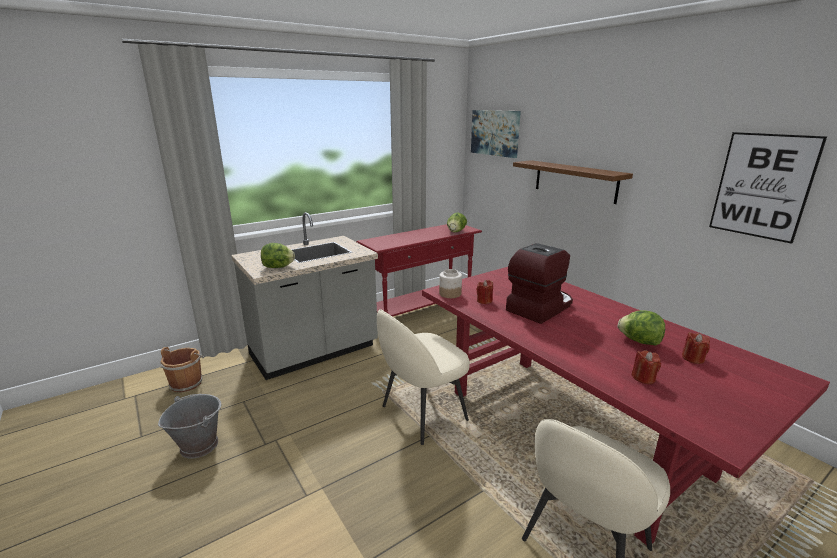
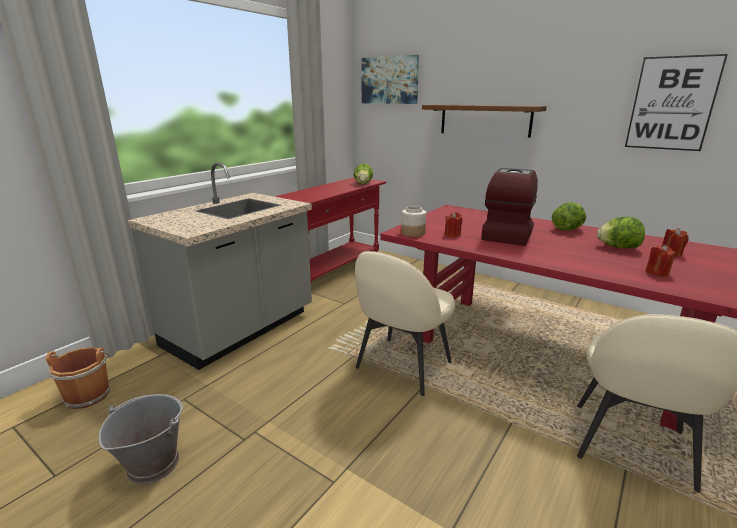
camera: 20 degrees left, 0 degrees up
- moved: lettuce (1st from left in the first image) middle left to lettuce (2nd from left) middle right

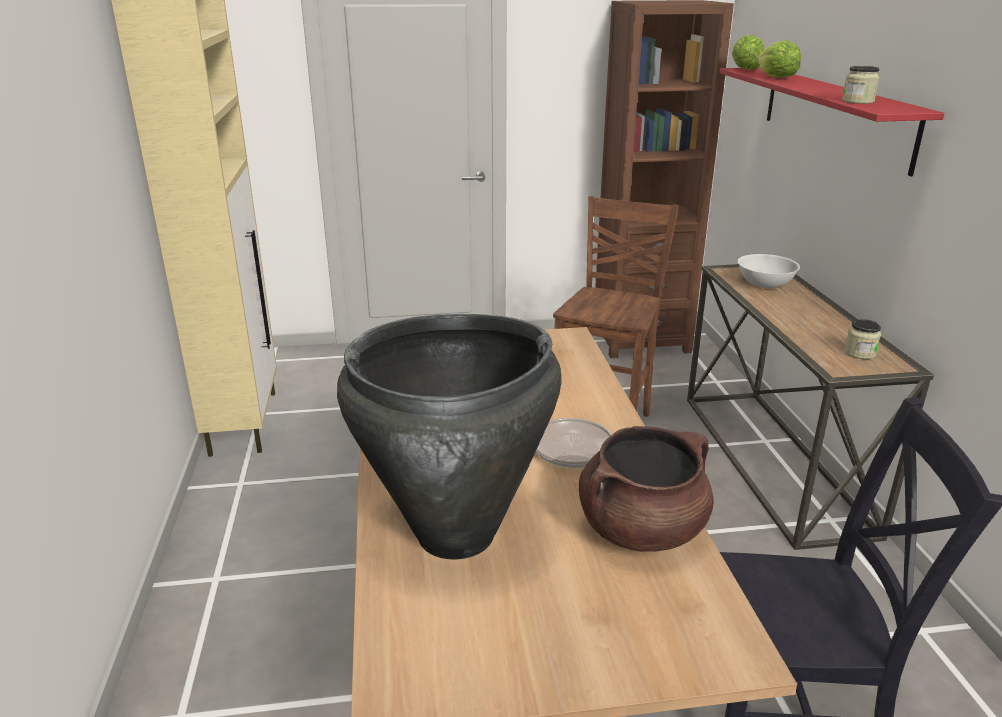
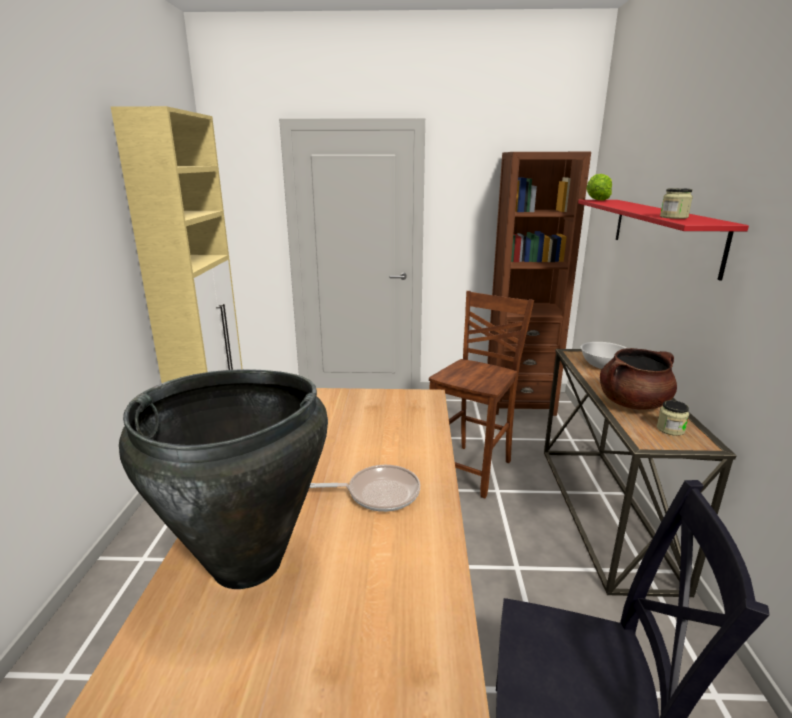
camera: 10 degrees right, 5 degrees down
- removed: lettuce (2nd from left) top right
- moved: stockpot (brown) bottom centre to middle right

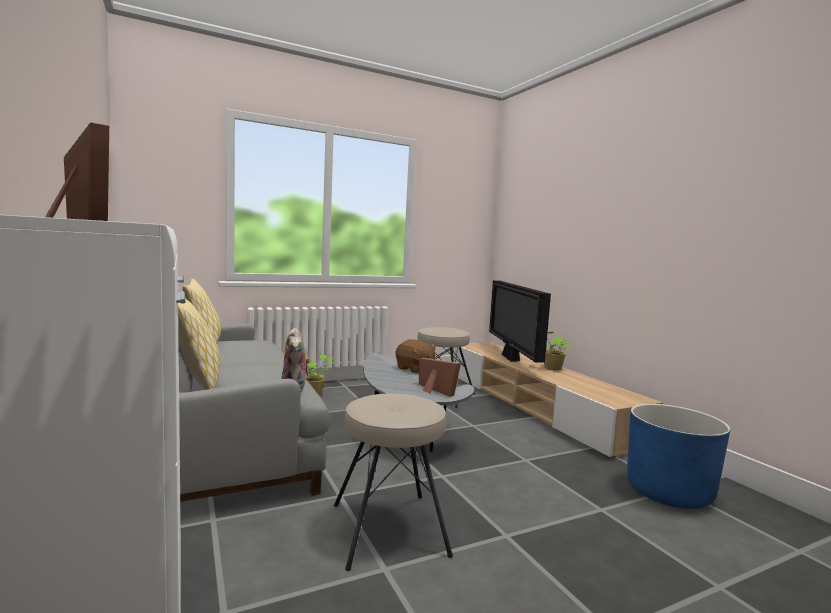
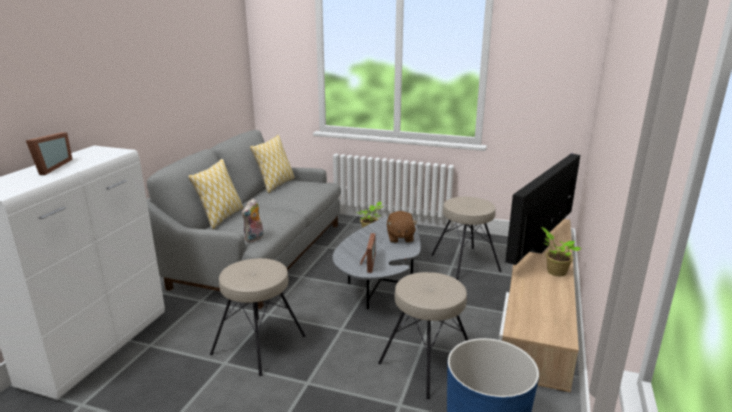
camera: 45 degrees right, 15 degrees up
- added: sitting stool (sand-coloured) (2nd from left) bottom centre

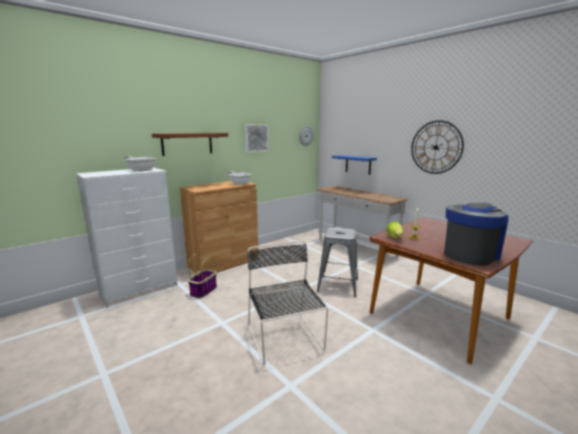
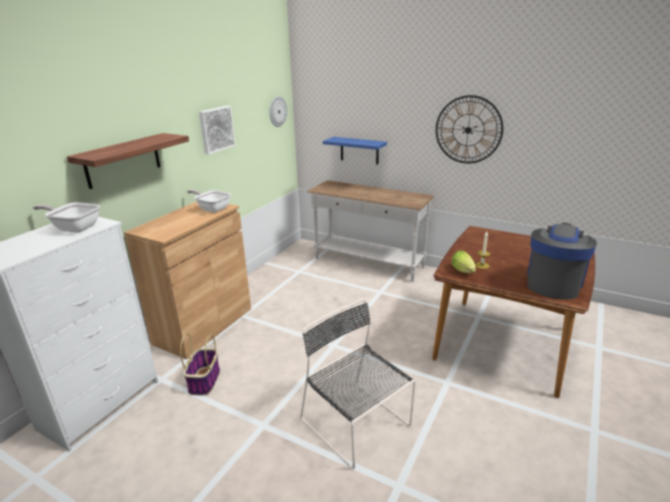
camera: 20 degrees left, 10 degrees up
- removed: sitting stool (gray) centre

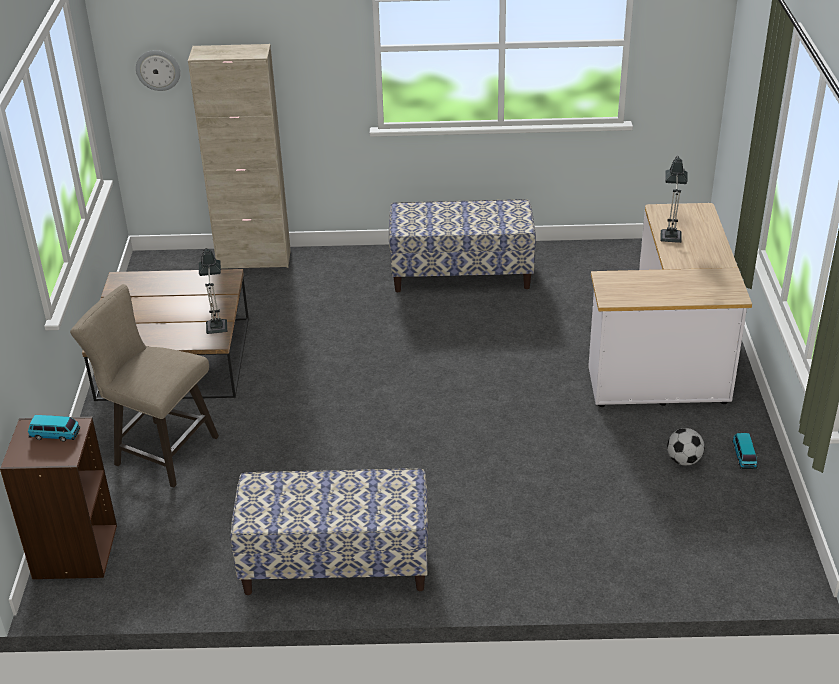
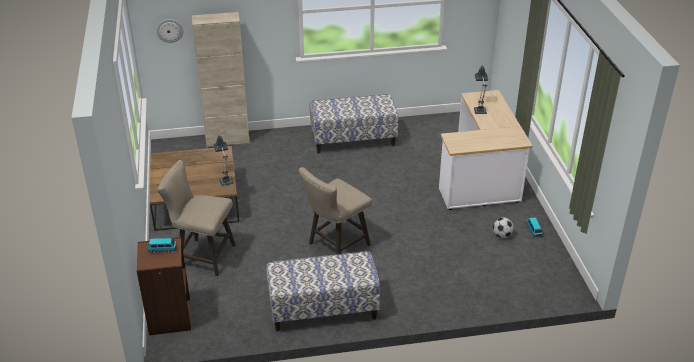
camera: 10 degrees left, 0 degrees up
- added: sitting stool (sand-coloured) (2nd from left) centre

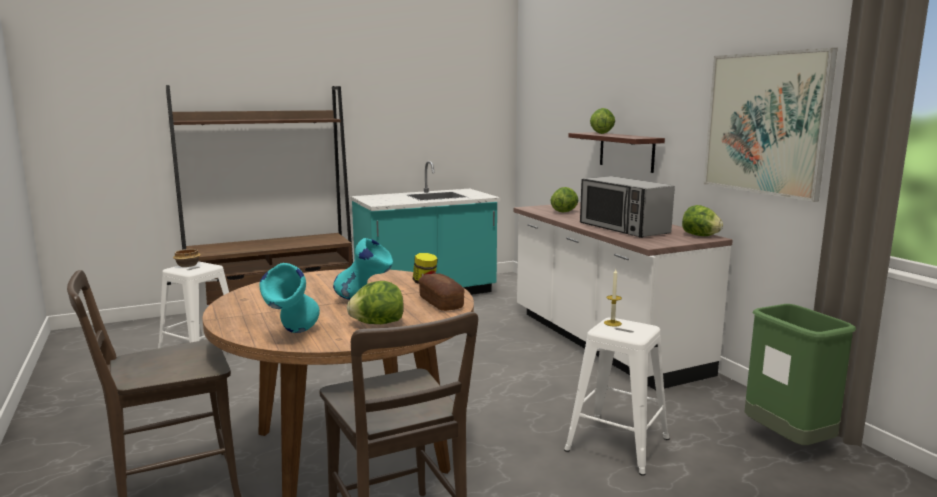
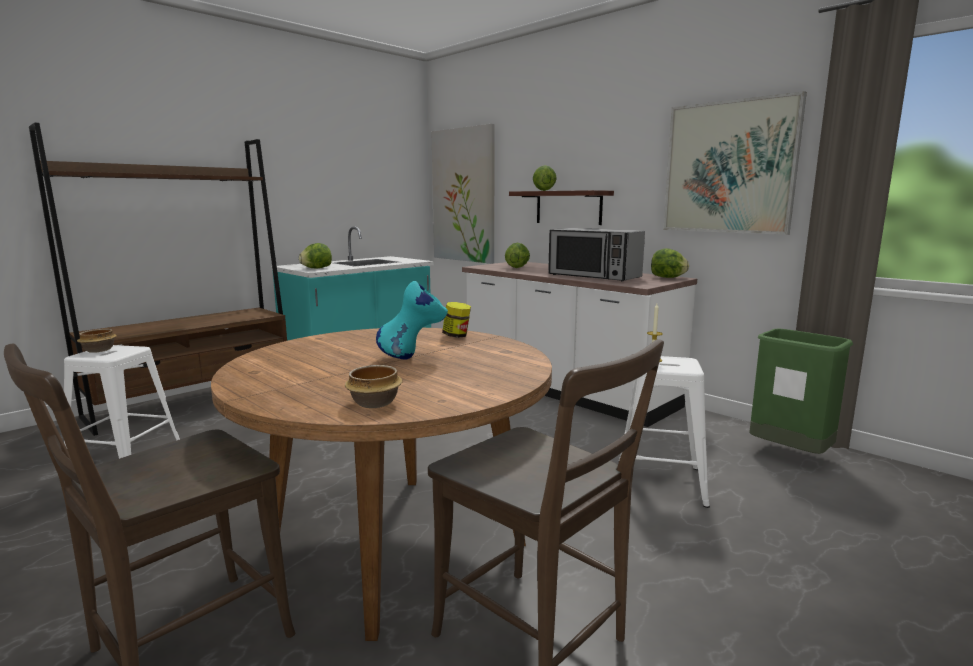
camera: 20 degrees left, 0 degrees up
- removed: bread centre
- added: wall art (1st from left) top centre
- moved: lettuce (1st from left) centre to middle left
- replaced: flower vase (turquoise) (1st from left) middle left to deep dish (2nd from left) centre

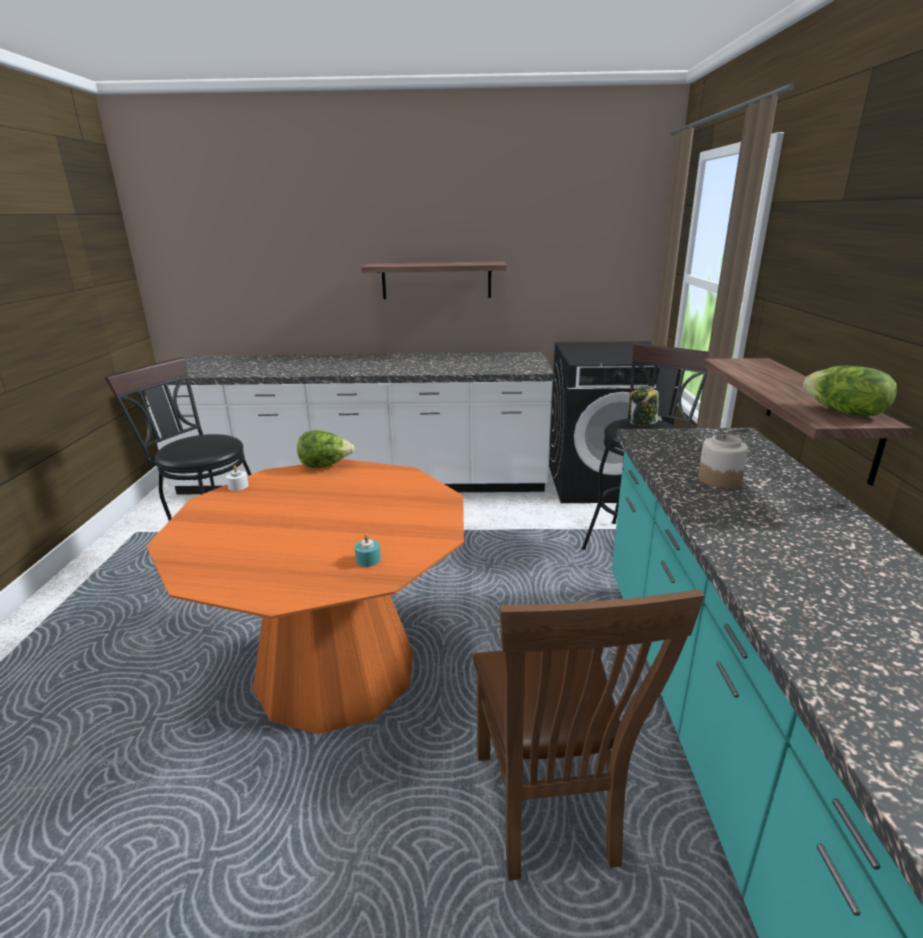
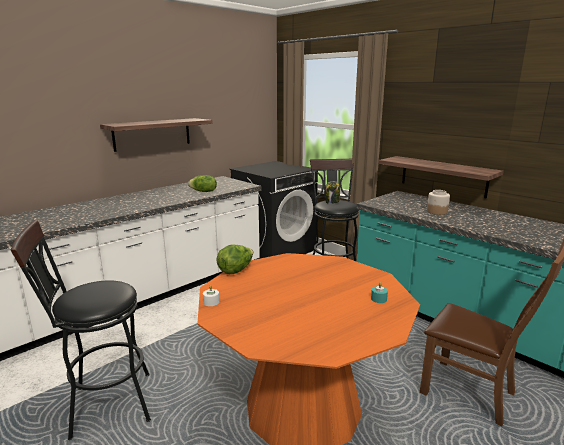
camera: 45 degrees left, 5 degrees down
- moved: lettuce (2nd from left in the first image) middle right to lettuce (1st from left) centre

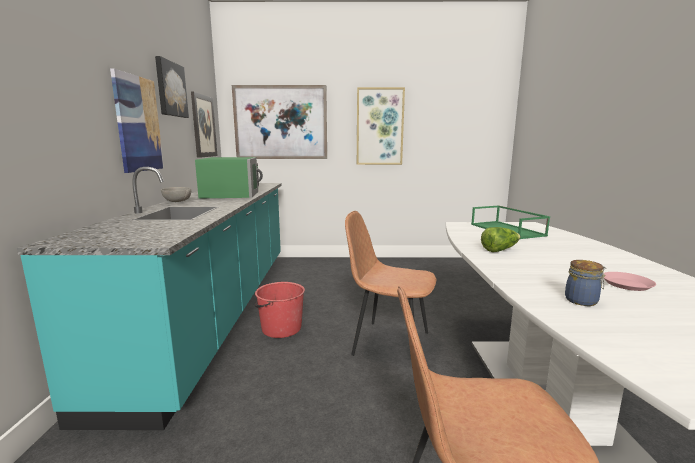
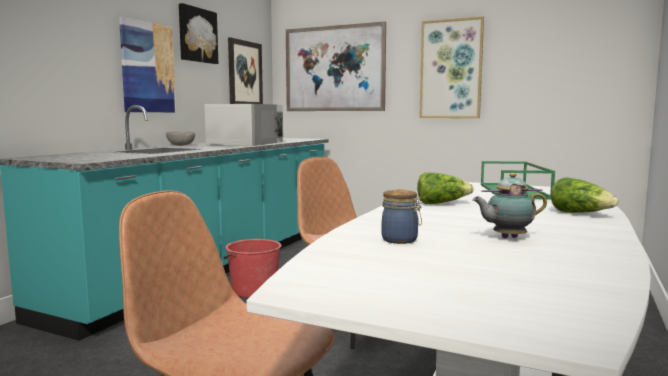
camera: 25 degrees right, 5 degrees down
- added: lettuce (2nd from left) middle right
- replaced: flat dish (pink) middle right to teapot middle right
- recoloured: microwave oven (green) middle left to microwave oven (white) top centre

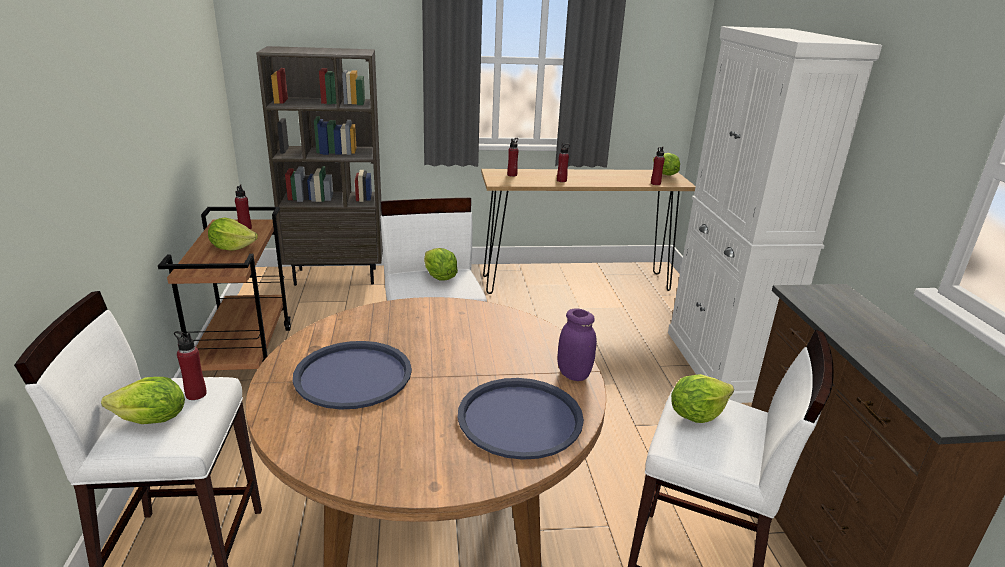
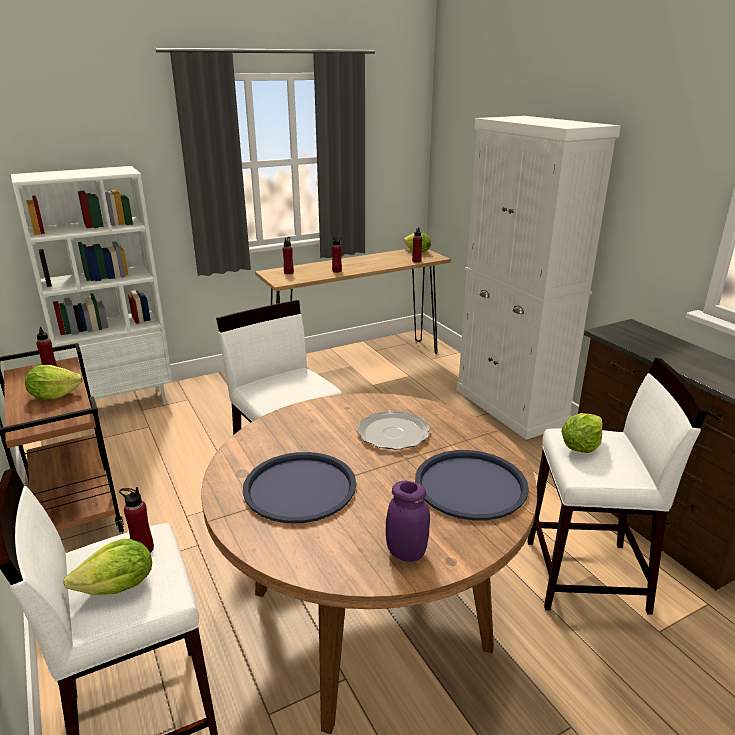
camera: 20 degrees left, 0 degrees up
- removed: lettuce (3rd from left) centre
- added: flat dish centre
- moved: jar (purple-coloured) centre to bottom centre
- recoloured: bookcase (brown) top left to bookcase (white) middle left

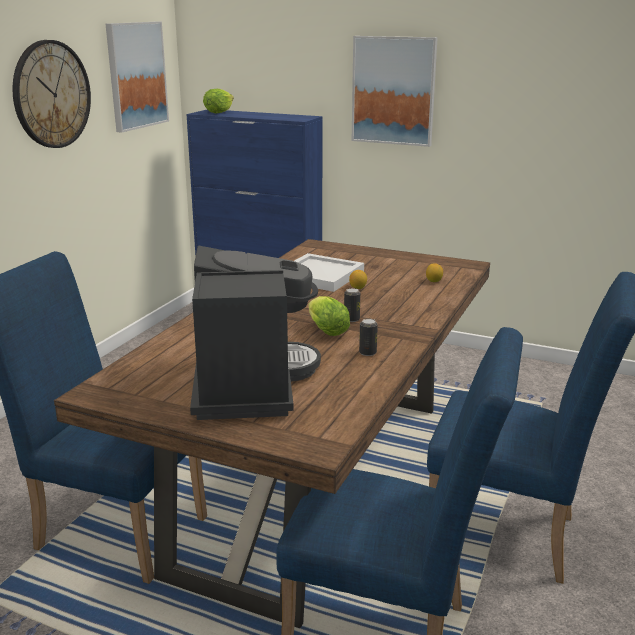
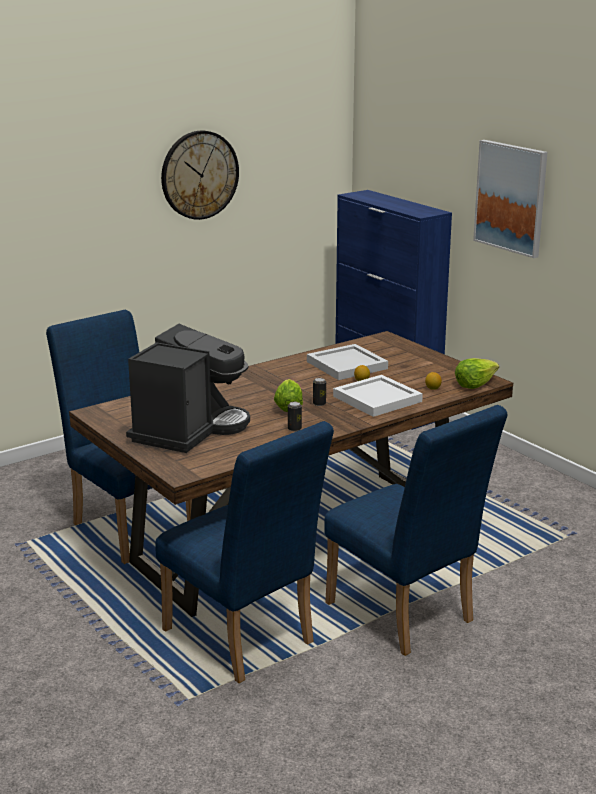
camera: 30 degrees right, 0 degrees up
- removed: wall art (1st from left) top left
- added: carrying tray (white) (2nd from left) centre
- moved: lettuce (1st from left in the first image) top centre to lettuce (2nd from left) middle right

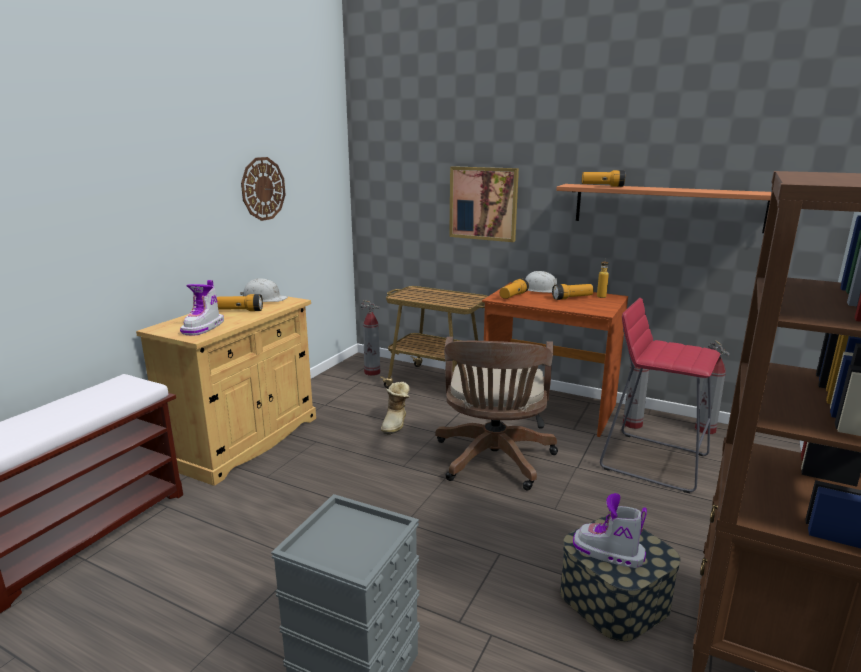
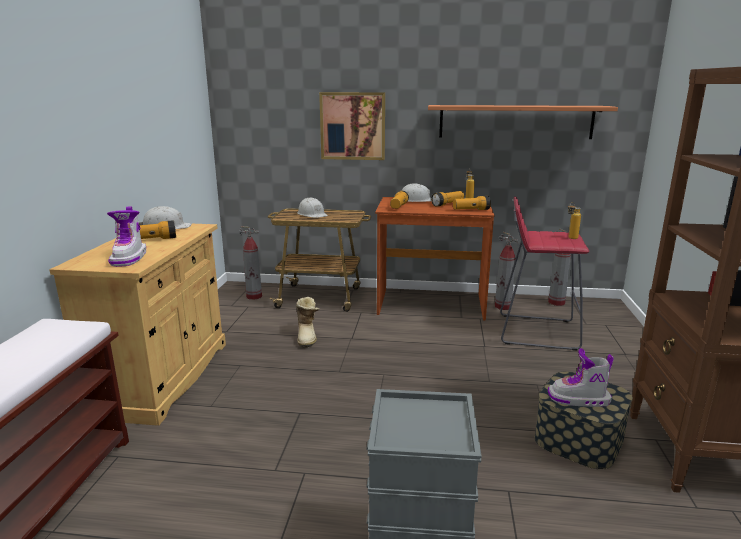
camera: 20 degrees left, 0 degrees up
- removed: wall clock top left
- removed: office chair (brown) centre
- added: hard hat (white) (2nd from left) centre
- added: beverage bottle (2nd from left) middle right
- moved: flashlight (4th from left) top right to centre

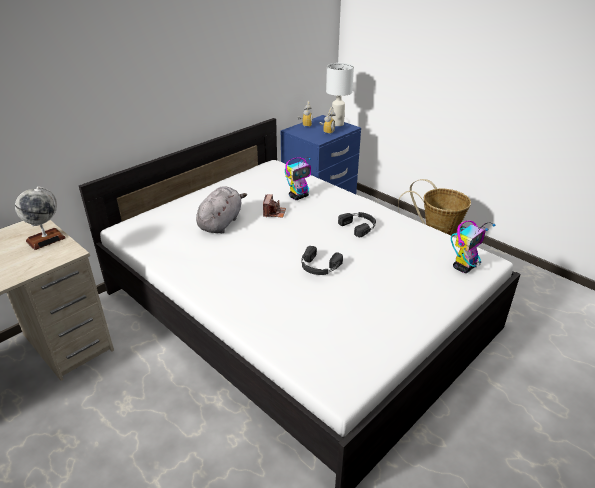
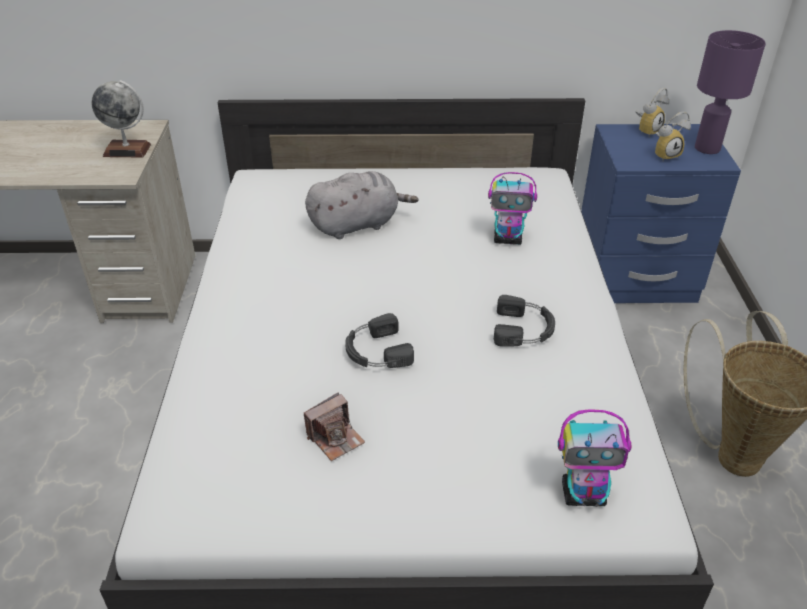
camera: 45 degrees right, 5 degrees up
- moved: still camera centre to bottom centre
- recoloured: lamp for a table (white) top centre to lamp for a table (purple-coloured) top right

